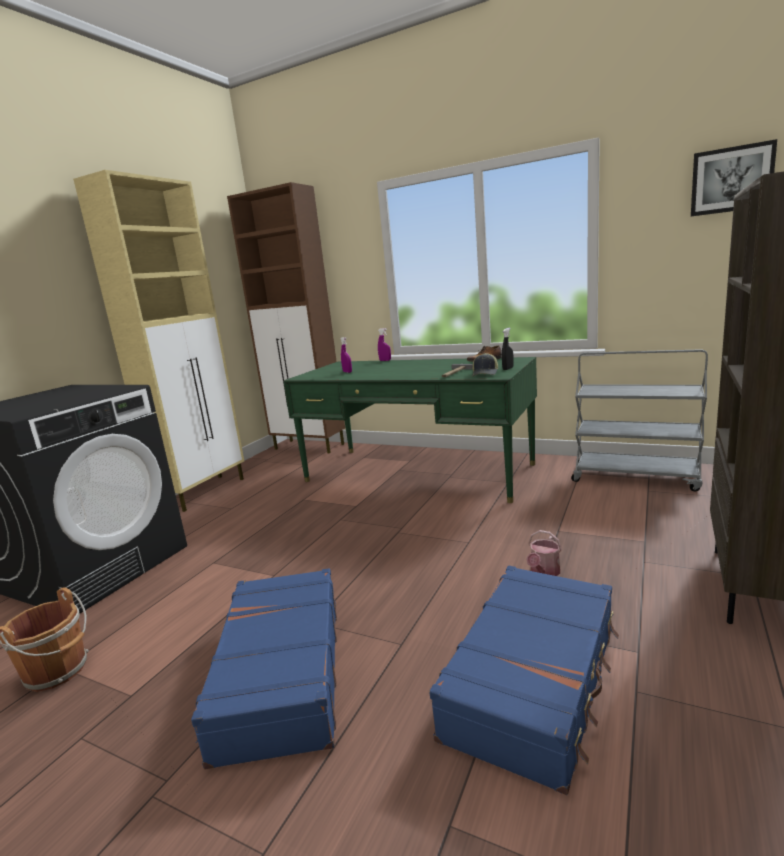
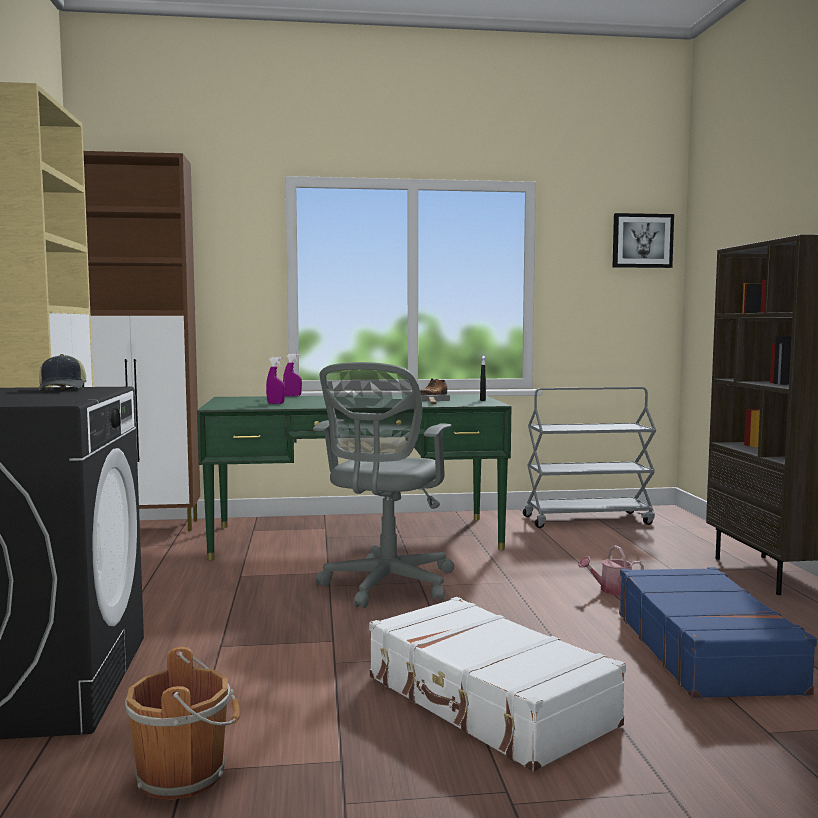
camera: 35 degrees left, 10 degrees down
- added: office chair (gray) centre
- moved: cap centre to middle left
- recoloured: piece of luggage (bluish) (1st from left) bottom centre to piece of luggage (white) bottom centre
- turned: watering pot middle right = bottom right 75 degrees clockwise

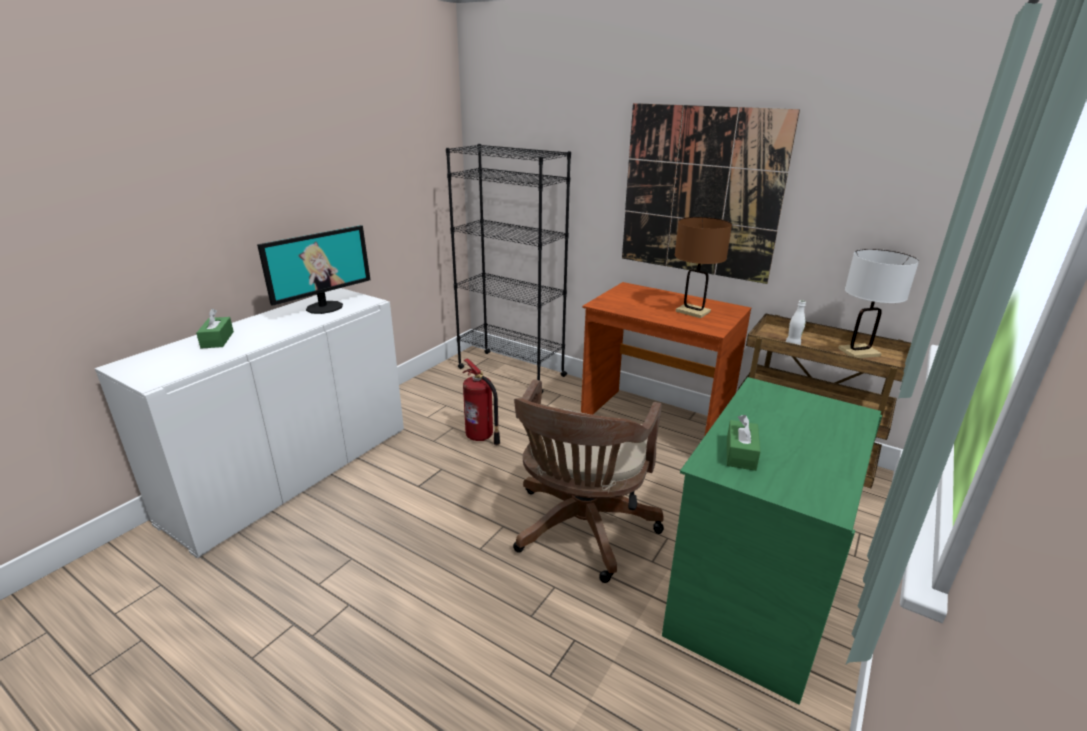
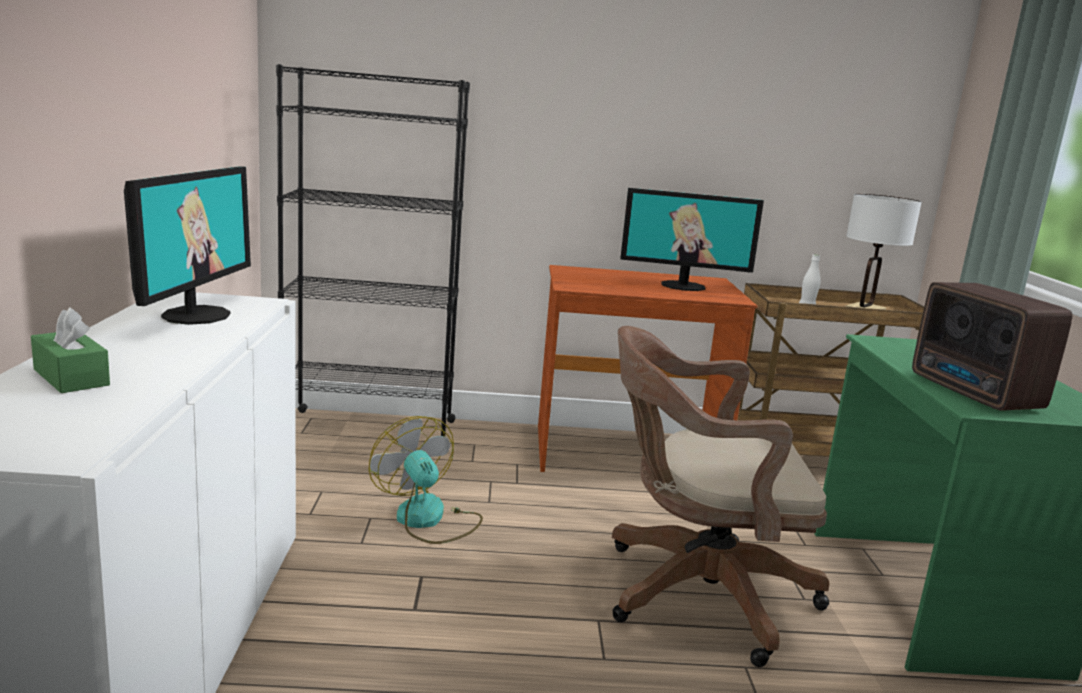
camera: 35 degrees left, 10 degrees down
- removed: wall art top centre
- replaced: extinguisher centre to electric fan bottom centre
- replaced: lamp for a table (brown) centre to computer screen (2nd from left) centre
- replaced: tissue holder (green) (2nd from left) middle right to radio middle right
- turned: office chair (brown) centre = bottom centre 105 degrees clockwise

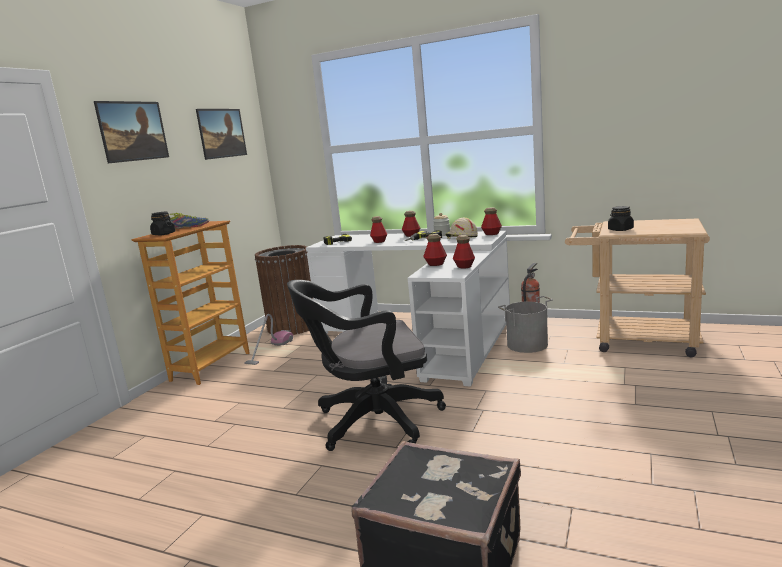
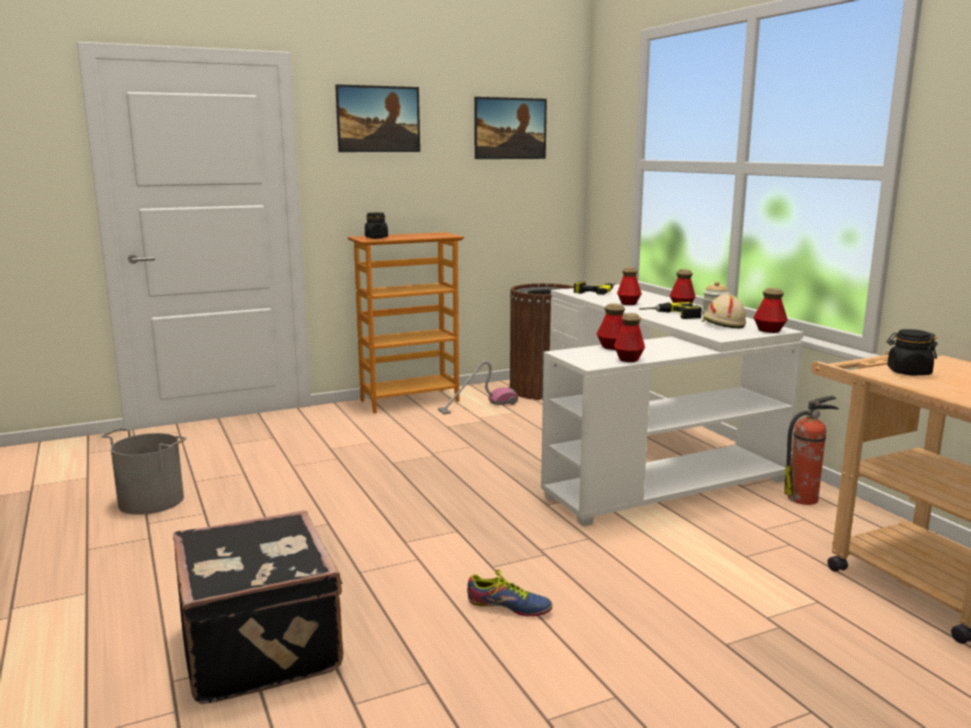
camera: 40 degrees right, 0 degrees up
- removed: office chair (blackish) centre
- moved: shoe middle left to bottom centre
- moved: water bucket (gray) middle right to middle left

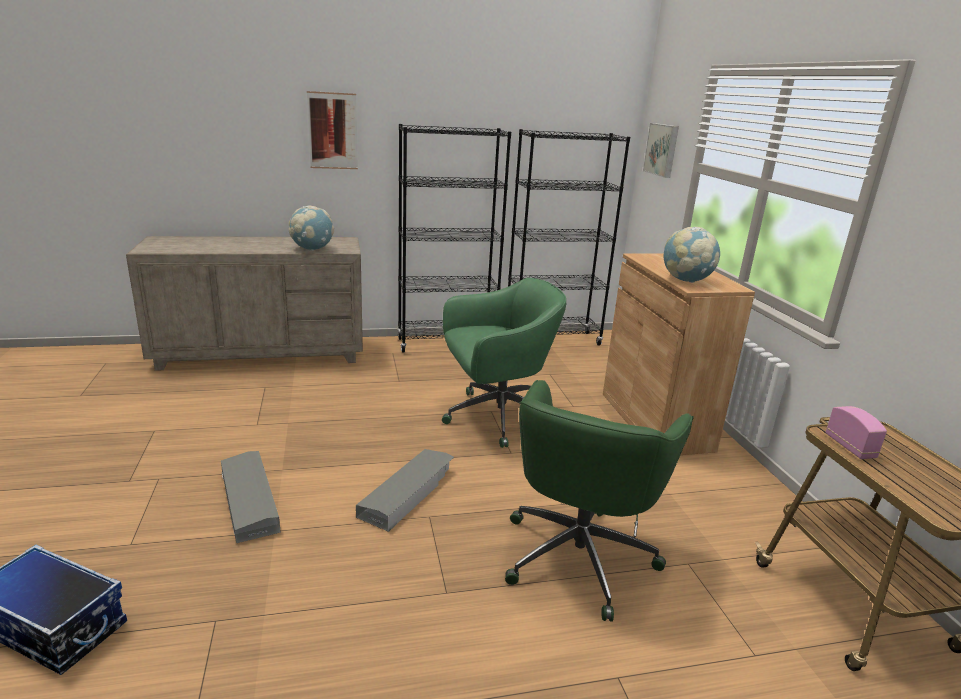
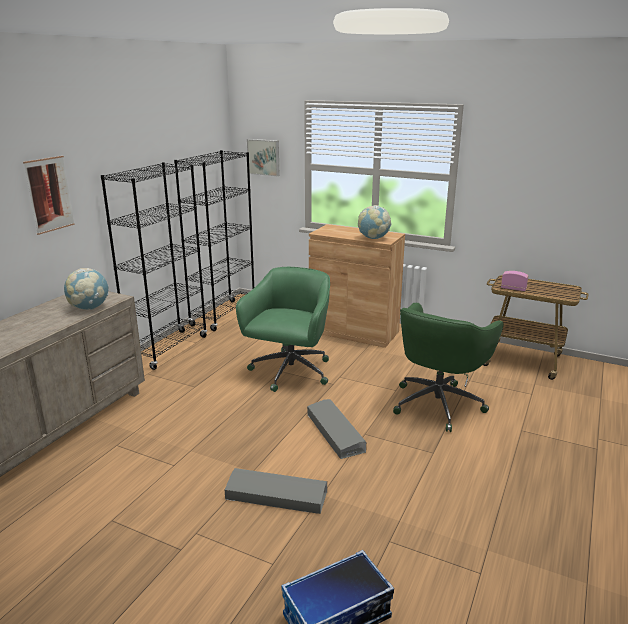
camera: 50 degrees left, 0 degrees up
- turned: office chair (green) (2nd from left) bottom centre = middle right 60 degrees clockwise

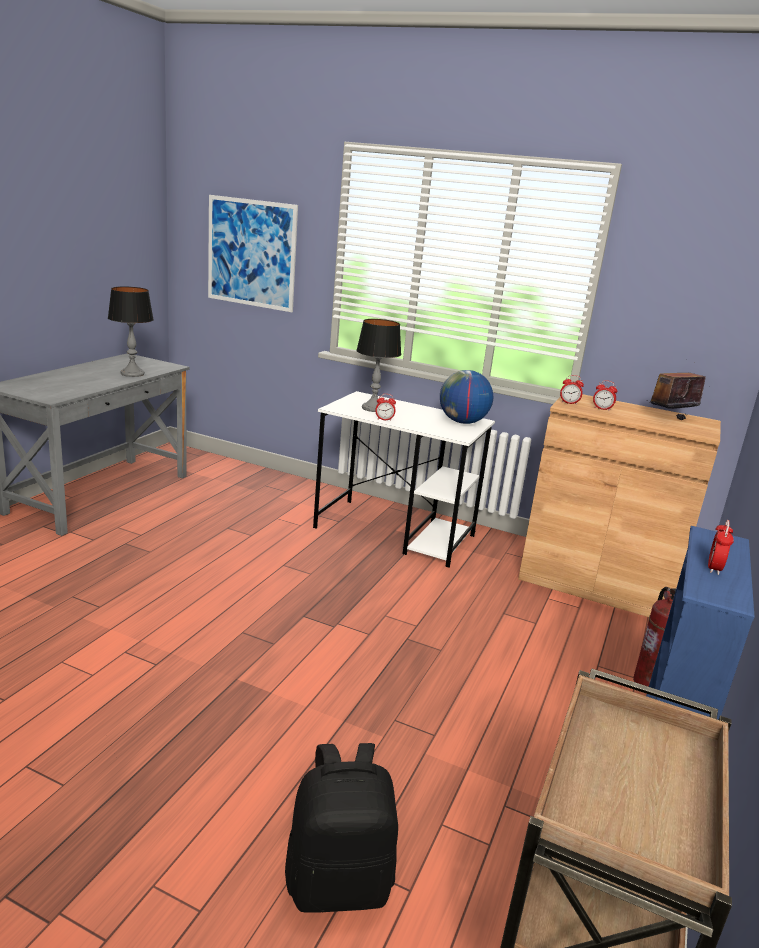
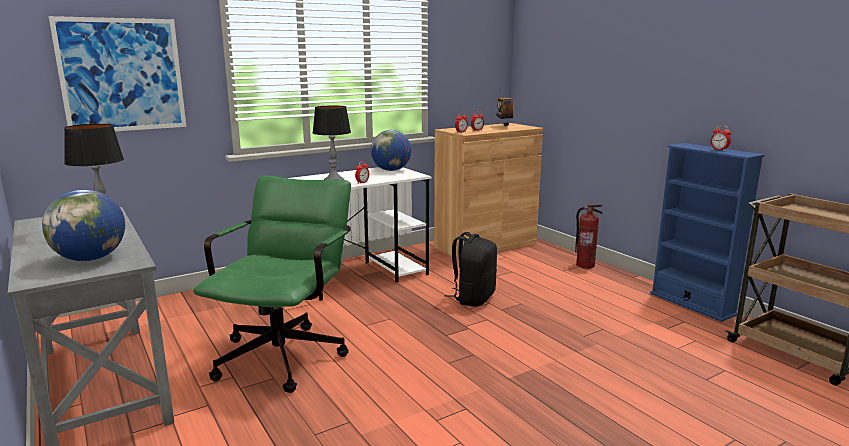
camera: 55 degrees left, 5 degrees down
- added: globe (1st from left) middle left
- added: office chair (green) middle left
- moved: rucksack (blackish) bottom centre to centre

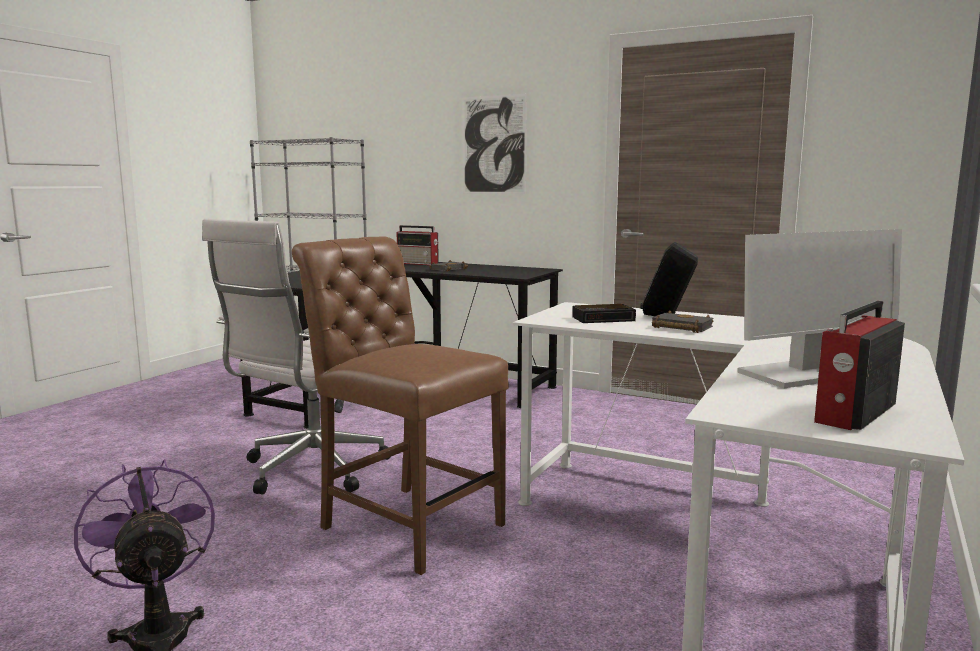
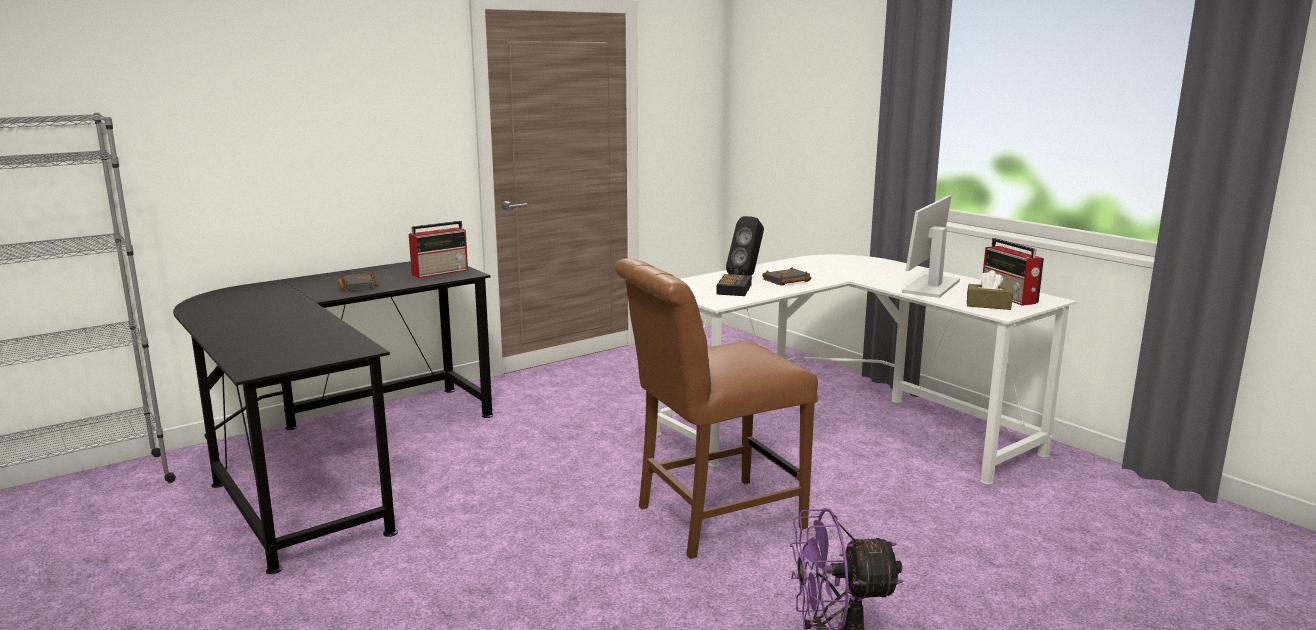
camera: 65 degrees left, 5 degrees up
- removed: office chair (white) middle left
- removed: wall art top centre
- added: tissue holder (brown) middle right
- moved: radio (1st from left) centre to middle left
- turned: computer screen middle right = middle right 150 degrees counterclockwise

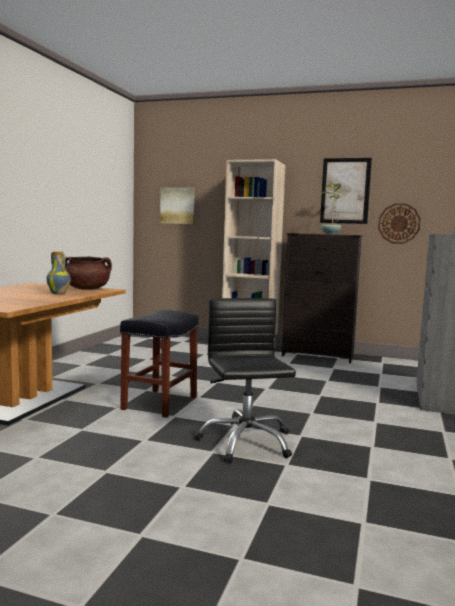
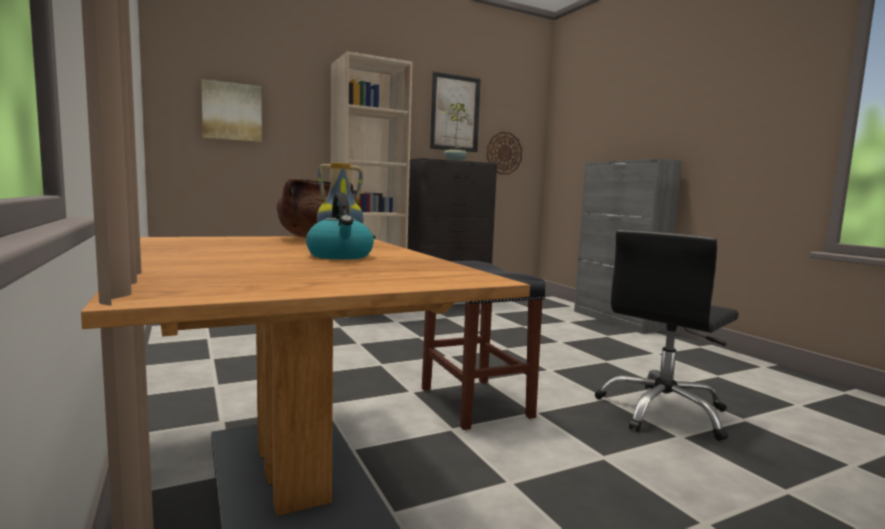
camera: 45 degrees left, 0 degrees up
- added: water kettle centre
- turned: office chair (blackish) centre = middle right 75 degrees counterclockwise

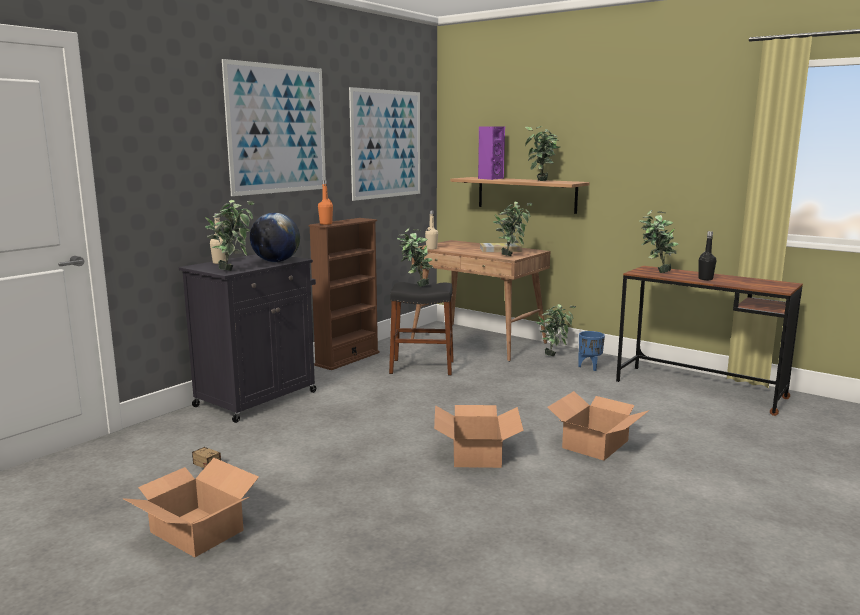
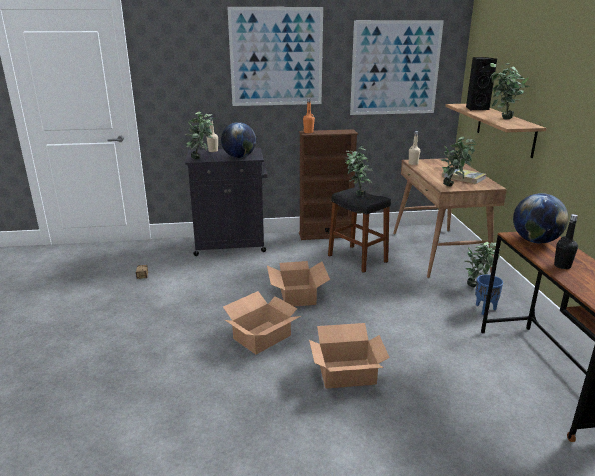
camera: 45 degrees right, 10 degrees up
- moved: carton (1st from left in the first image) bottom left to carton (2nd from left) centre
- replaced: plant in a pot (6th from left) middle right to globe (2nd from left) middle right
- recoloured: speaker (purple-coloured) top centre to speaker (blackish) top right

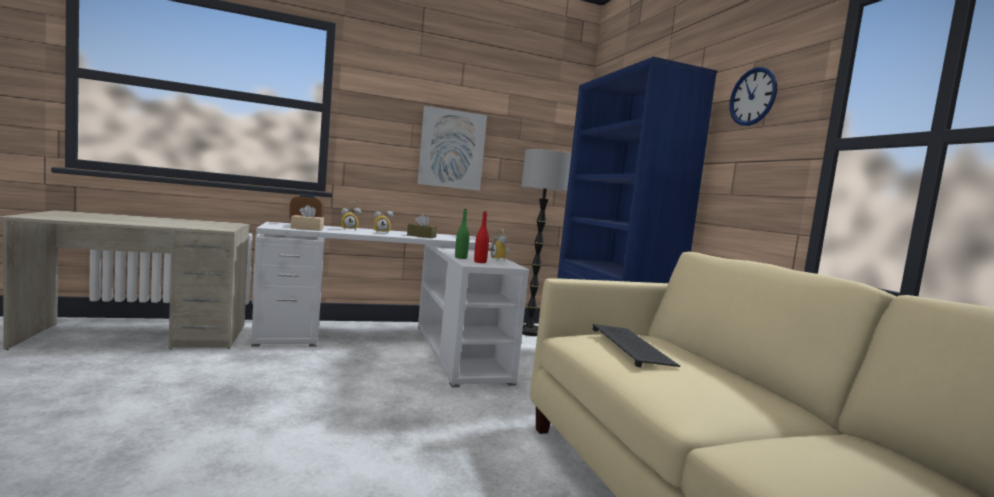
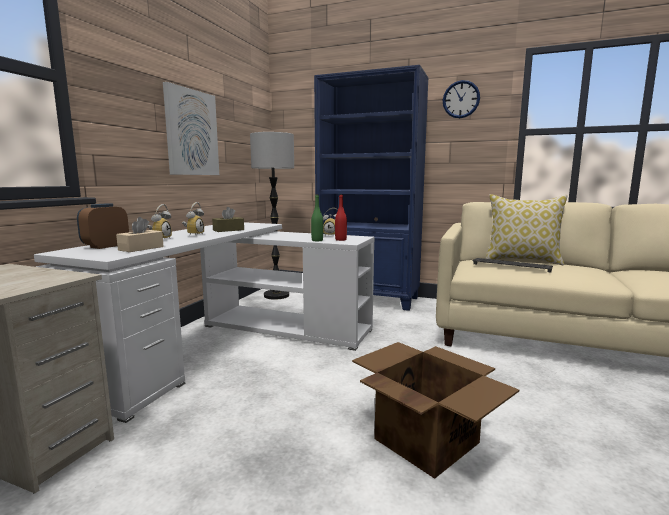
camera: 50 degrees left, 5 degrees up
- added: carton bottom centre
- added: cushion middle right

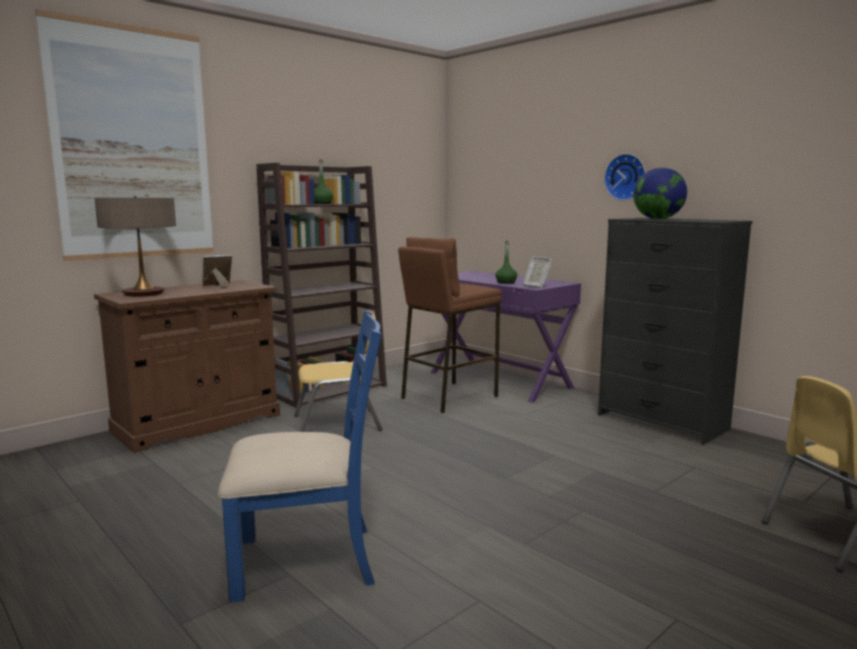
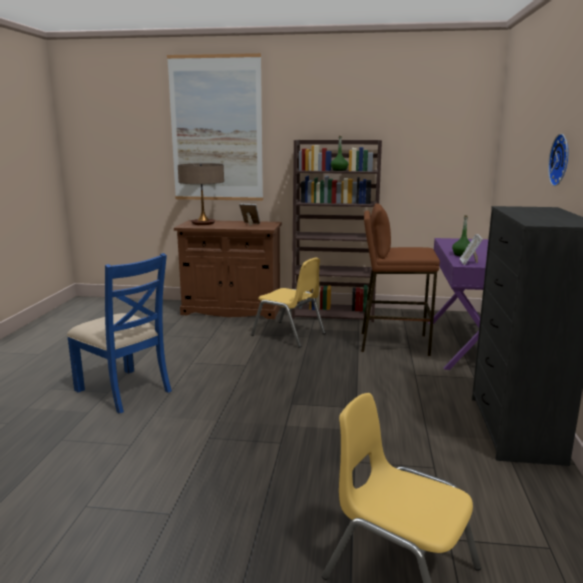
camera: 50 degrees right, 5 degrees up
- removed: globe top right

